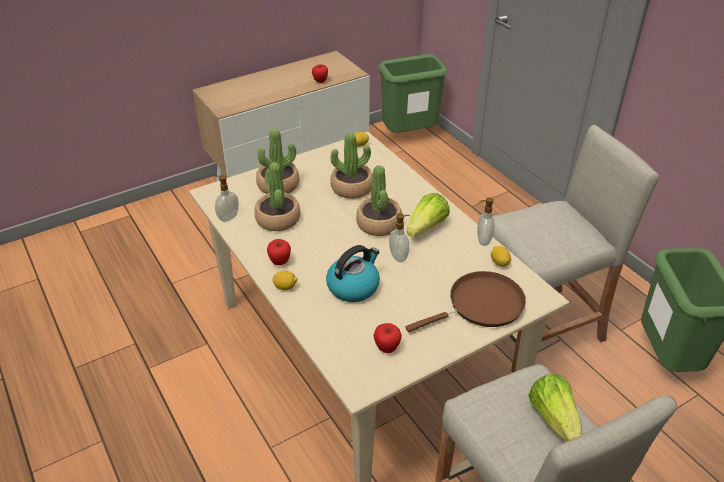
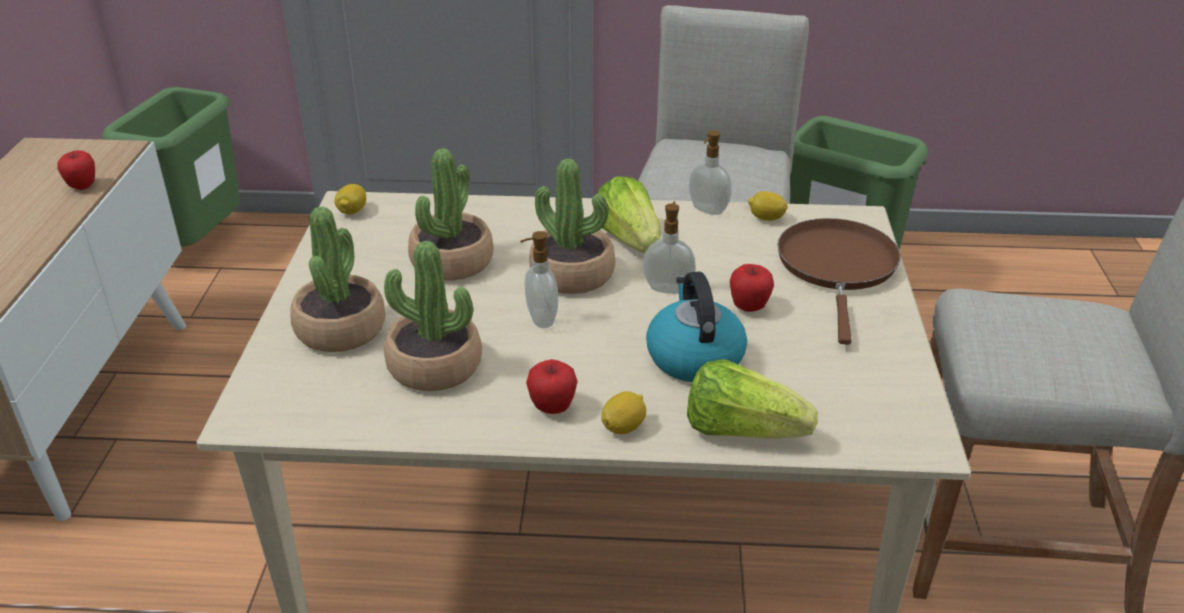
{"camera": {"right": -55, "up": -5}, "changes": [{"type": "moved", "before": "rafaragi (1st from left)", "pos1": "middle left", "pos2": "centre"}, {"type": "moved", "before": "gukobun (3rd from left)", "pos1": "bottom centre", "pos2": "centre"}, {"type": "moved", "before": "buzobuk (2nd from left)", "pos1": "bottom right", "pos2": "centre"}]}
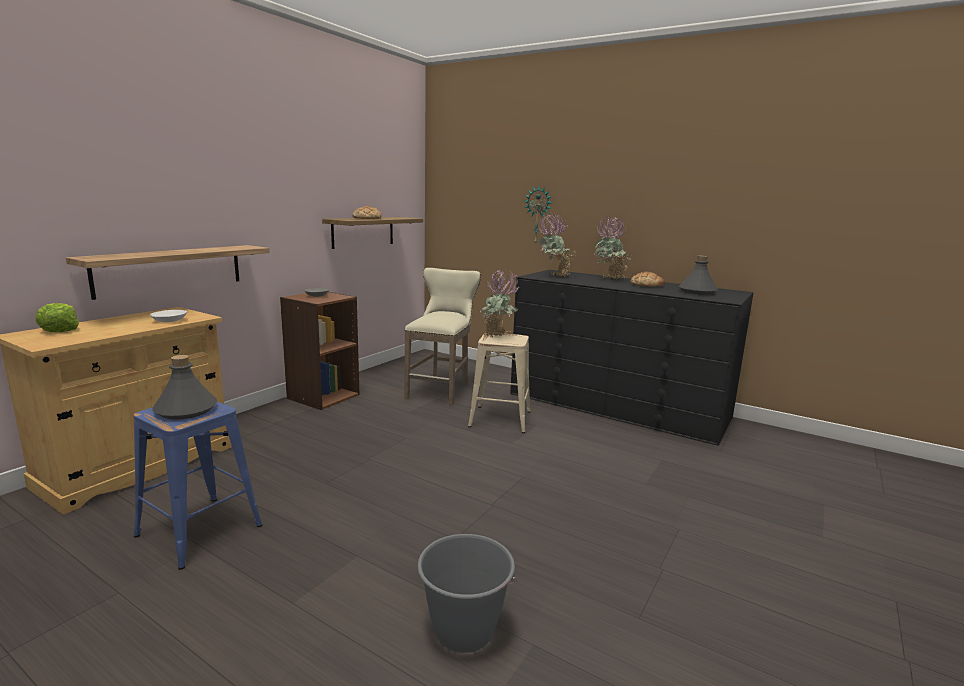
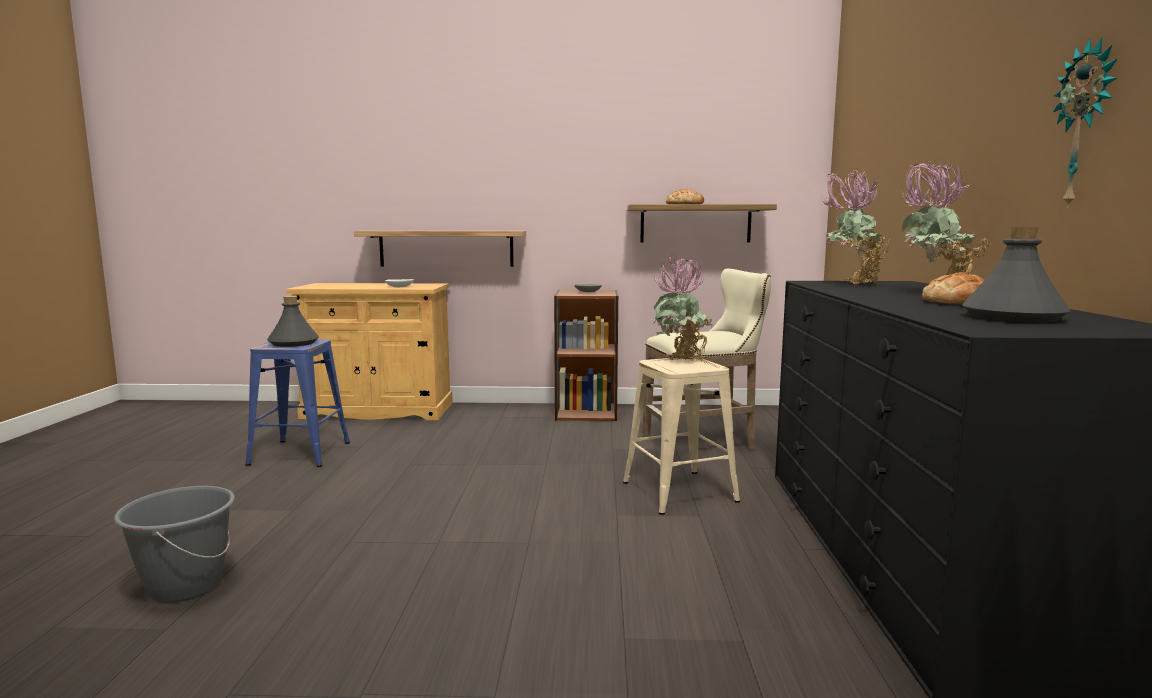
{"camera": {"right": 60, "up": -5}, "changes": [{"type": "removed", "before": "buzobuk", "pos1": "middle left"}, {"type": "moved", "before": "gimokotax", "pos1": "top centre", "pos2": "top right"}]}
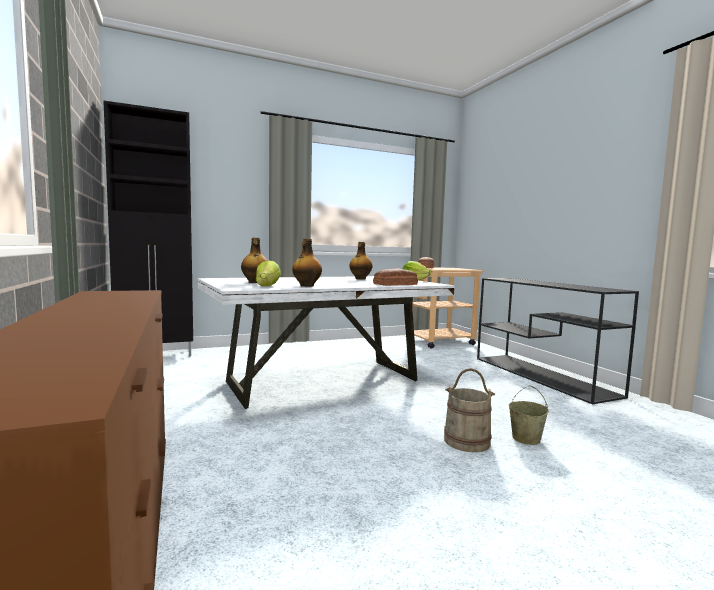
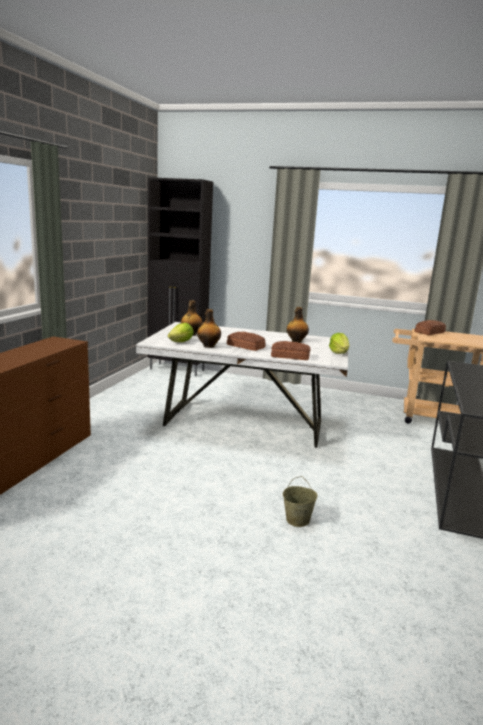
{"camera": {"right": 40, "up": 10}, "changes": [{"type": "removed", "before": "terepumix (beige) (1st from left)", "pos1": "bottom centre"}, {"type": "added", "after": "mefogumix (1st from left)", "pos2": "centre"}]}
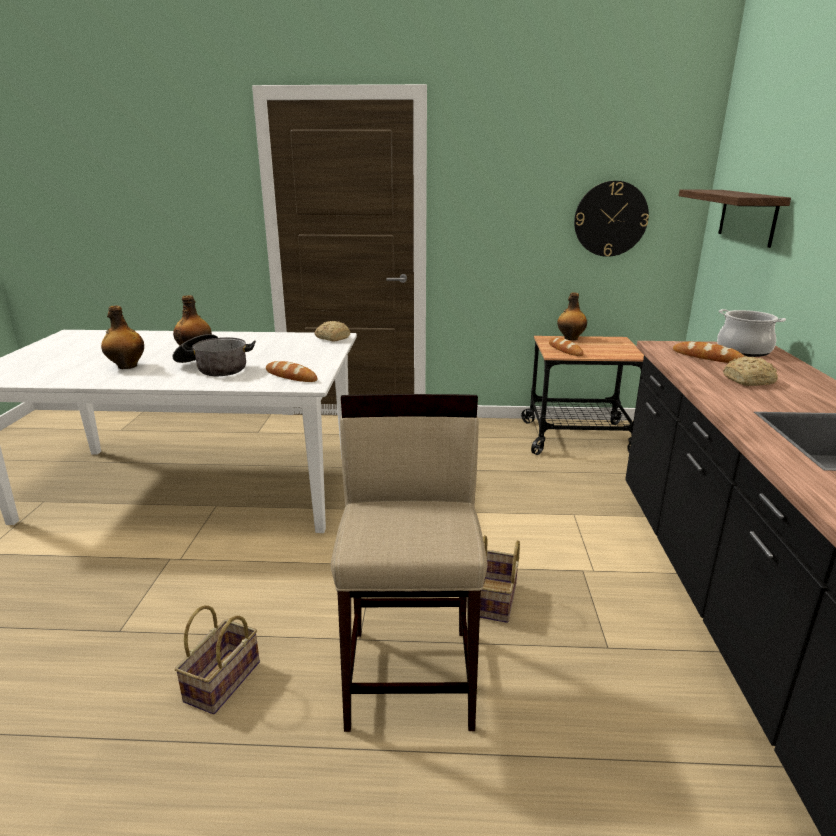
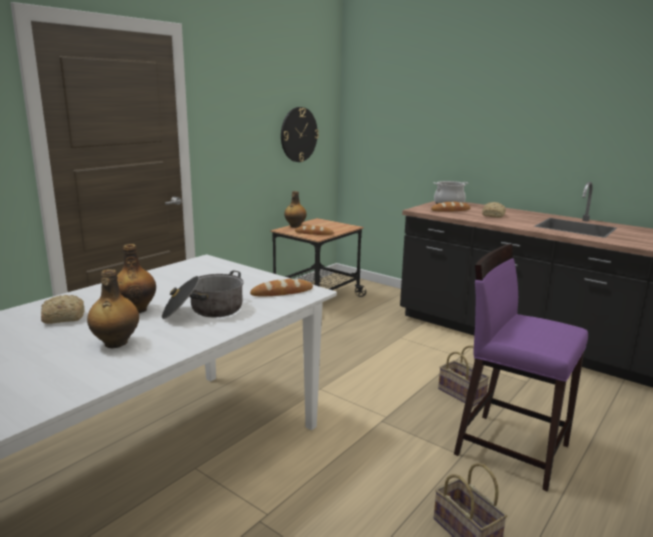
{"camera": {"right": -55, "up": -5}, "changes": [{"type": "removed", "before": "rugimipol", "pos1": "top right"}, {"type": "moved", "before": "mefogumix (2nd from left in the first image)", "after": "mefogumix (1st from left)", "pos1": "centre", "pos2": "middle left"}, {"type": "recoloured", "before": "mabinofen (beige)", "after": "mabinofen (purple)", "pos1": "bottom centre", "pos2": "bottom right"}]}
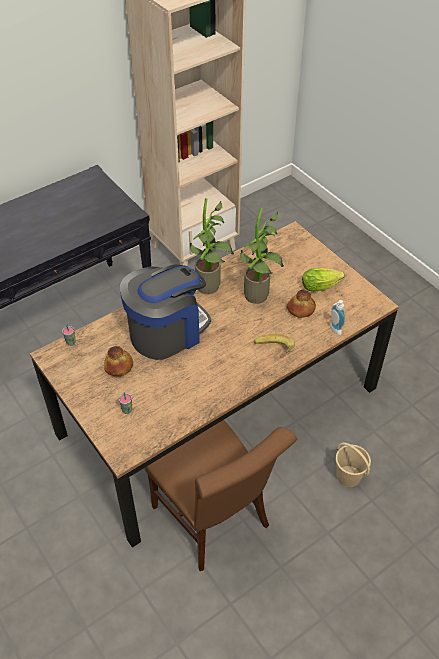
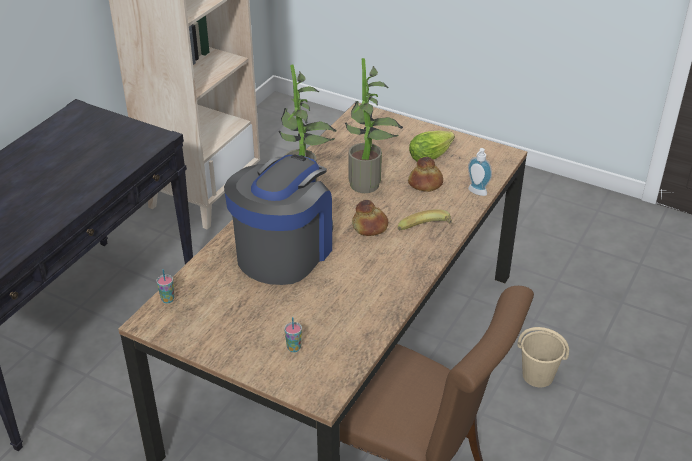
{"camera": {"right": -25, "up": -10}, "changes": [{"type": "moved", "before": "mefogumix (1st from left)", "pos1": "middle left", "pos2": "centre"}]}
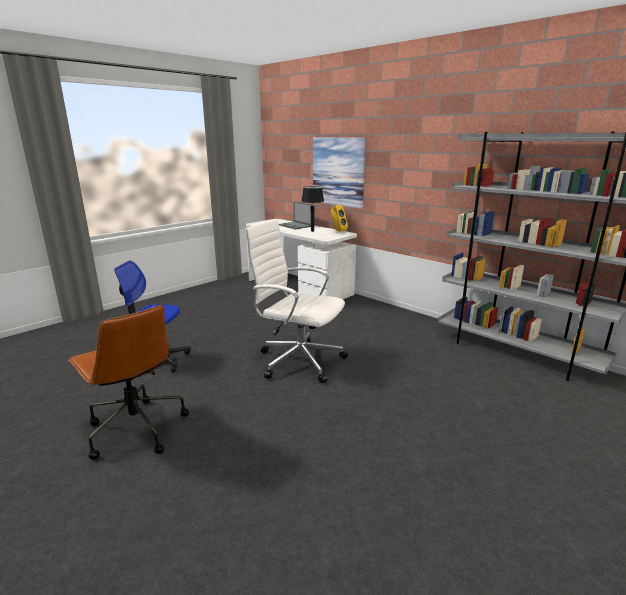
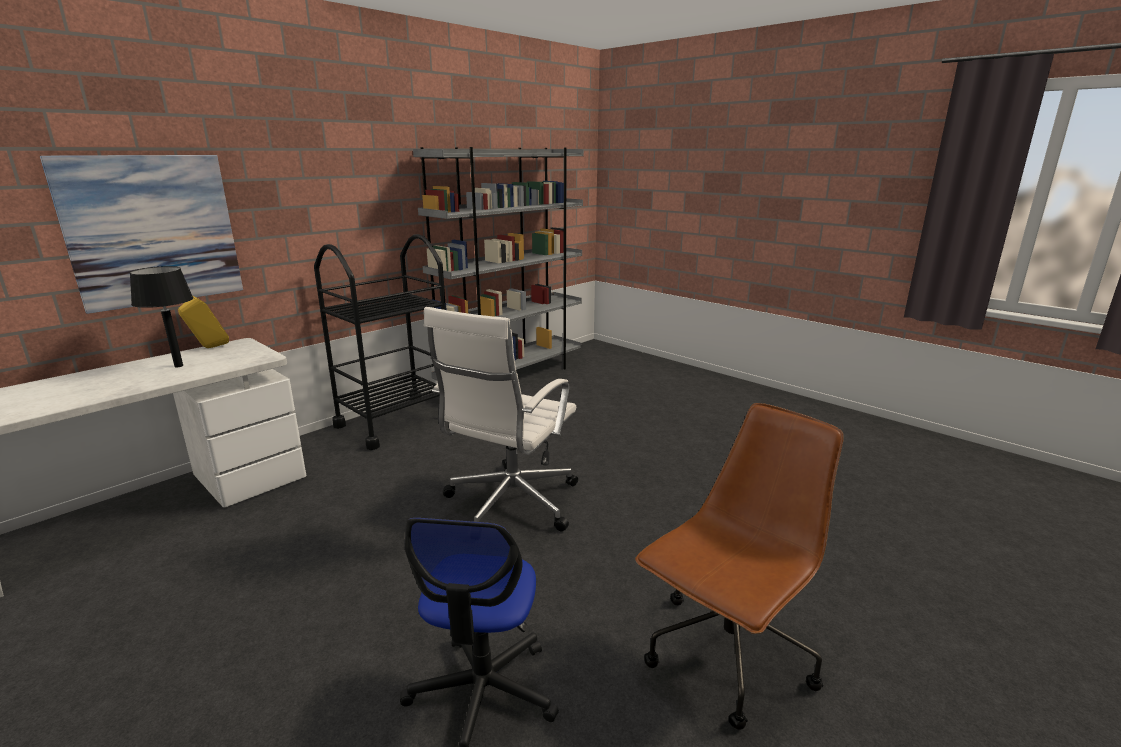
{"camera": {"right": -90, "up": 0}, "changes": [{"type": "removed", "before": "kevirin", "pos1": "centre"}, {"type": "added", "after": "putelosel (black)", "pos2": "centre"}]}
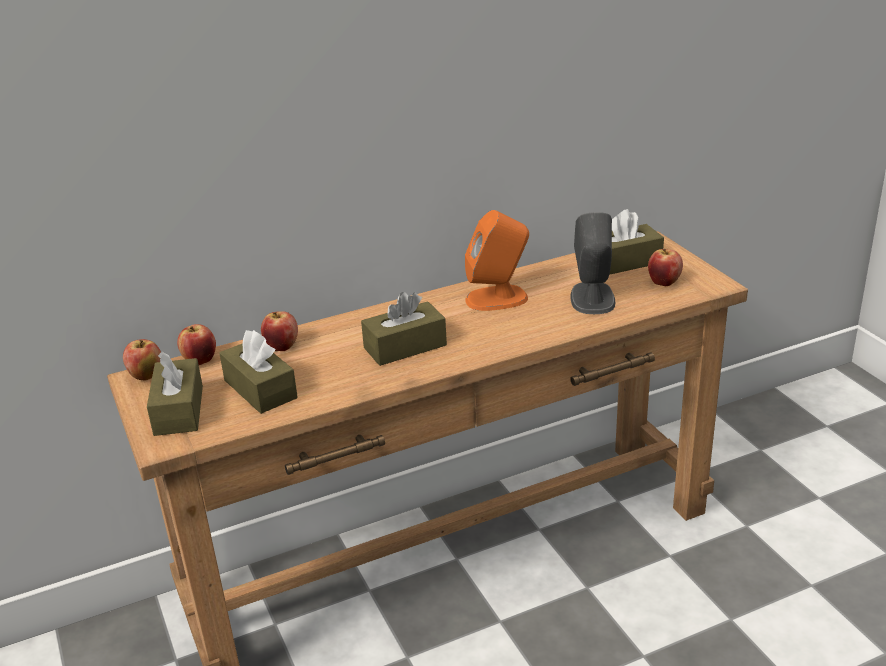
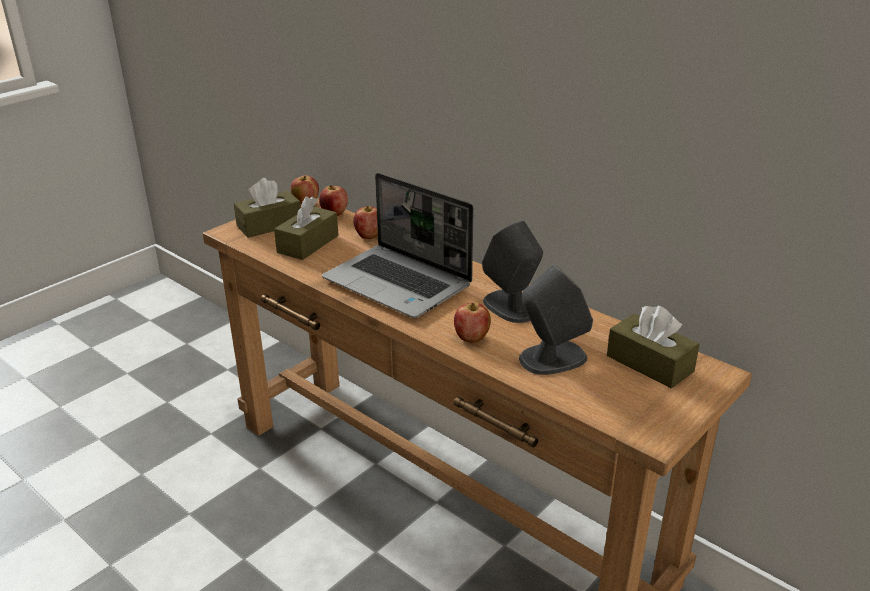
{"camera": {"right": 65, "up": 0}, "changes": [{"type": "moved", "before": "gukobun (4th from left)", "pos1": "middle right", "pos2": "centre"}, {"type": "replaced", "before": "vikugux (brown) (3rd from left)", "after": "kevirin", "pos1": "centre", "pos2": "centre"}, {"type": "recoloured", "before": "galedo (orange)", "after": "galedo (grey) (1st from left)", "pos1": "centre", "pos2": "centre"}]}
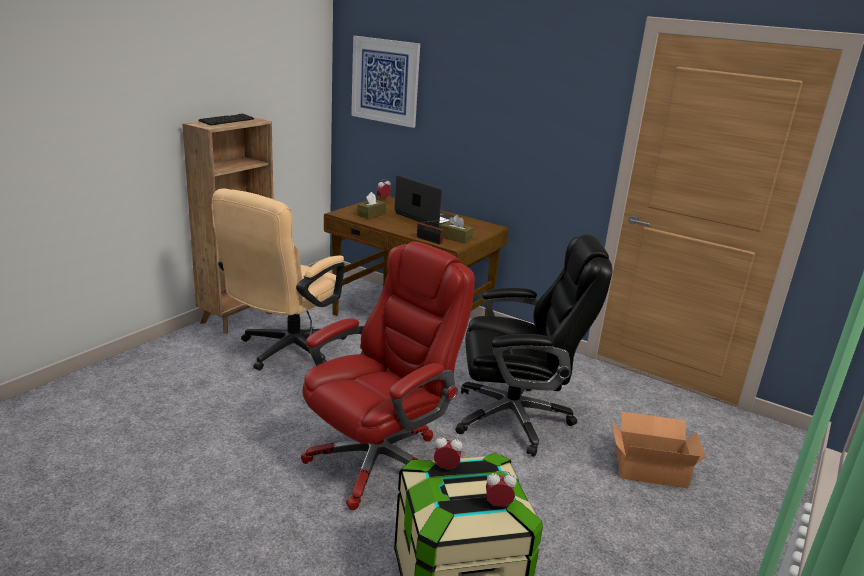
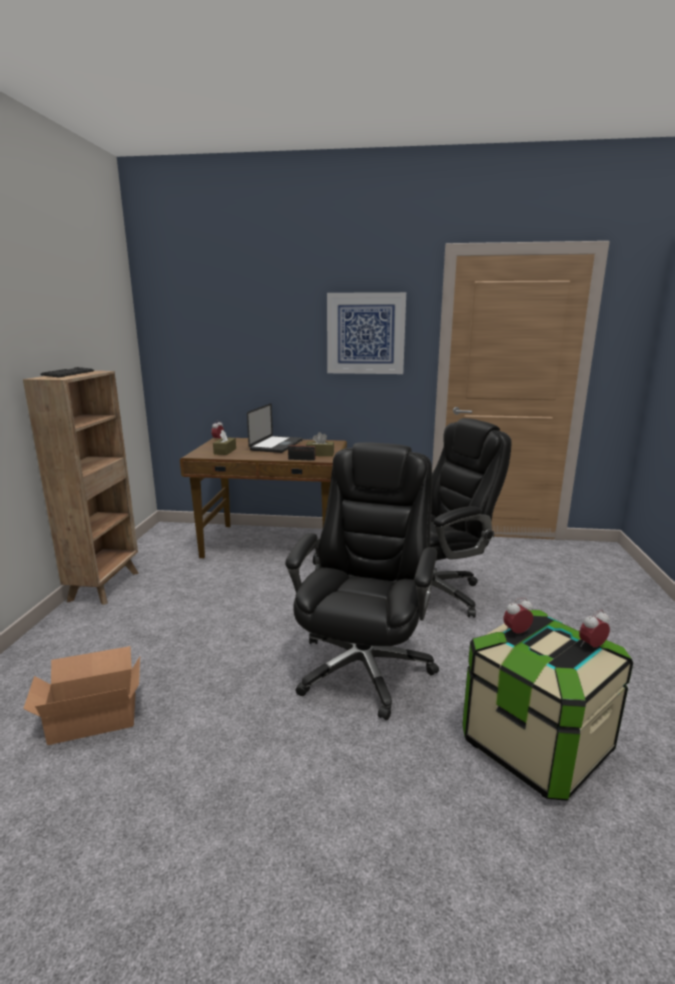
{"camera": {"right": -25, "up": -5}, "changes": [{"type": "removed", "before": "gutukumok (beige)", "pos1": "middle left"}, {"type": "moved", "before": "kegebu", "pos1": "top centre", "pos2": "centre"}, {"type": "moved", "before": "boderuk", "pos1": "bottom right", "pos2": "bottom left"}, {"type": "recoloured", "before": "gutukumok (red)", "after": "gutukumok (black) (1st from left)", "pos1": "centre", "pos2": "centre"}, {"type": "turned", "before": "kevirin", "pos1": "centre", "pos2": "centre", "turn": 90}]}
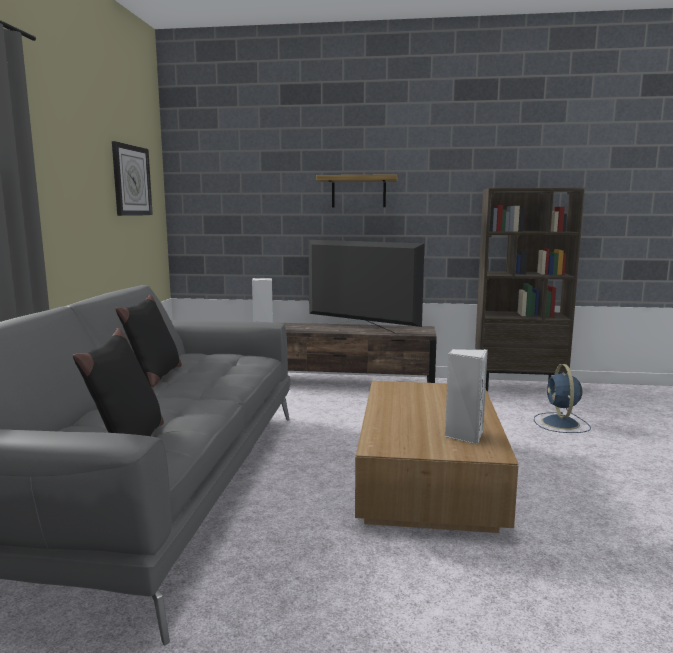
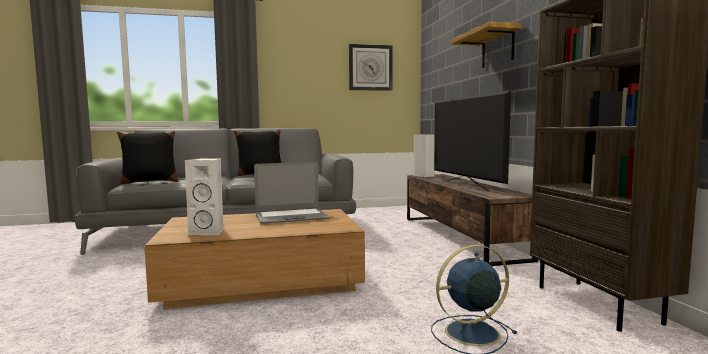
{"camera": {"right": 70, "up": -5}, "changes": [{"type": "added", "after": "kevirin", "pos2": "centre"}, {"type": "turned", "before": "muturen", "pos1": "centre", "pos2": "middle right", "turn": 150}]}
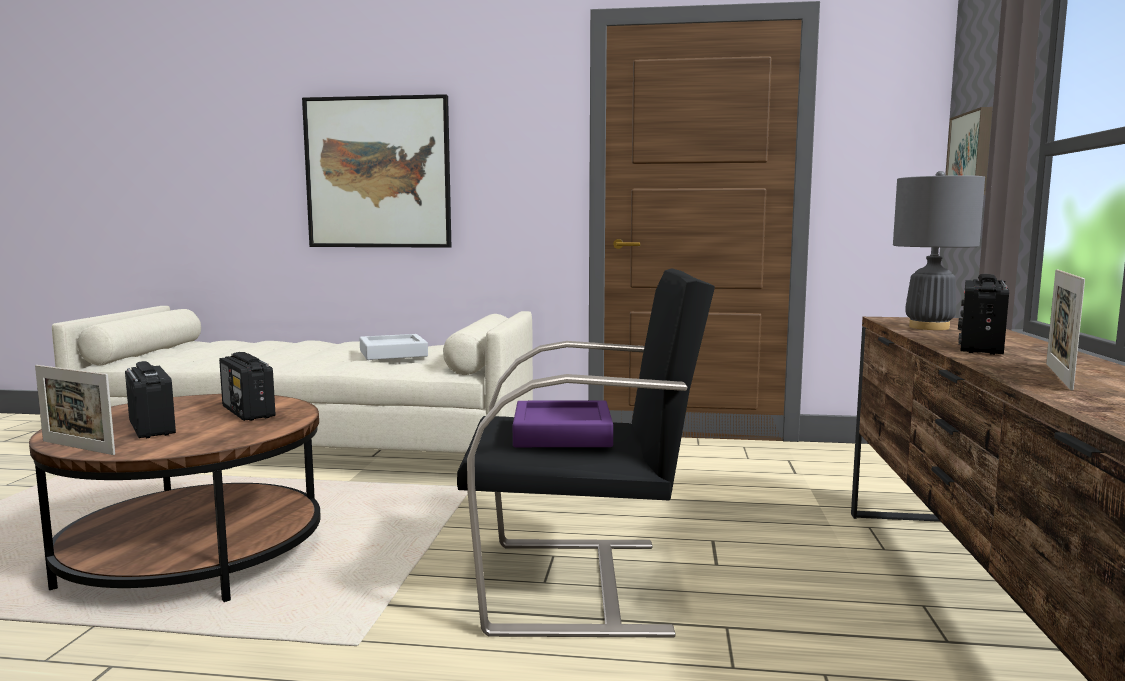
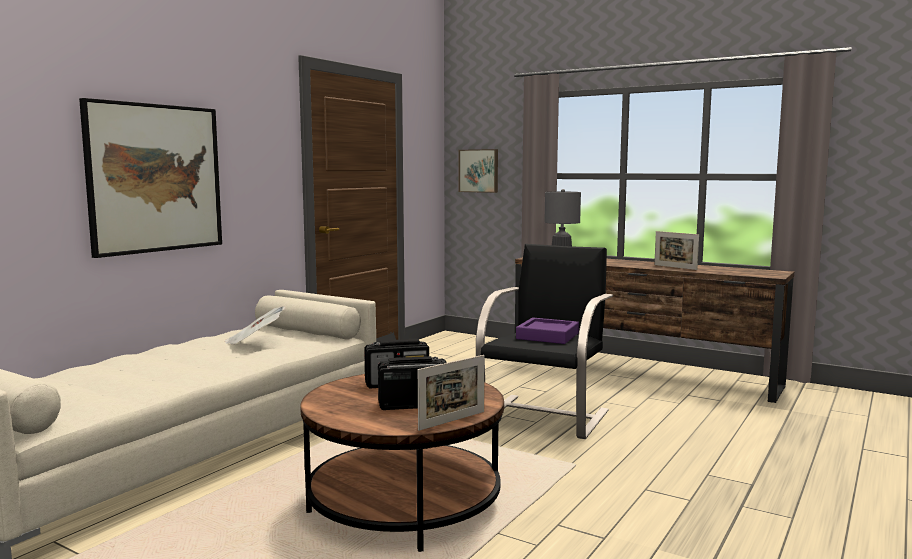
{"camera": {"right": -65, "up": 0}, "changes": [{"type": "removed", "before": "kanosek (3rd from left)", "pos1": "middle right"}, {"type": "replaced", "before": "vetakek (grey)", "after": "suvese", "pos1": "centre", "pos2": "middle left"}]}
